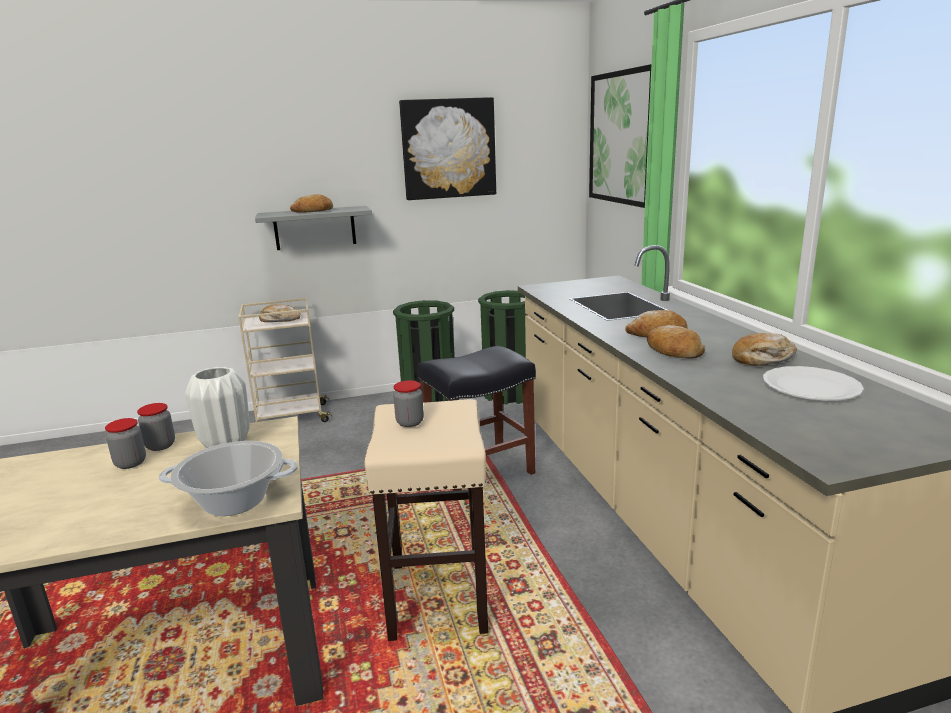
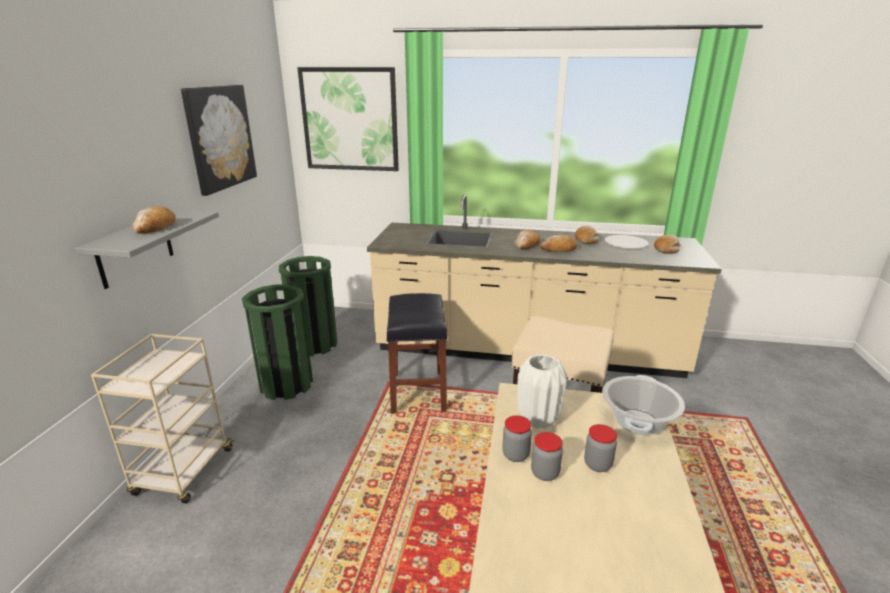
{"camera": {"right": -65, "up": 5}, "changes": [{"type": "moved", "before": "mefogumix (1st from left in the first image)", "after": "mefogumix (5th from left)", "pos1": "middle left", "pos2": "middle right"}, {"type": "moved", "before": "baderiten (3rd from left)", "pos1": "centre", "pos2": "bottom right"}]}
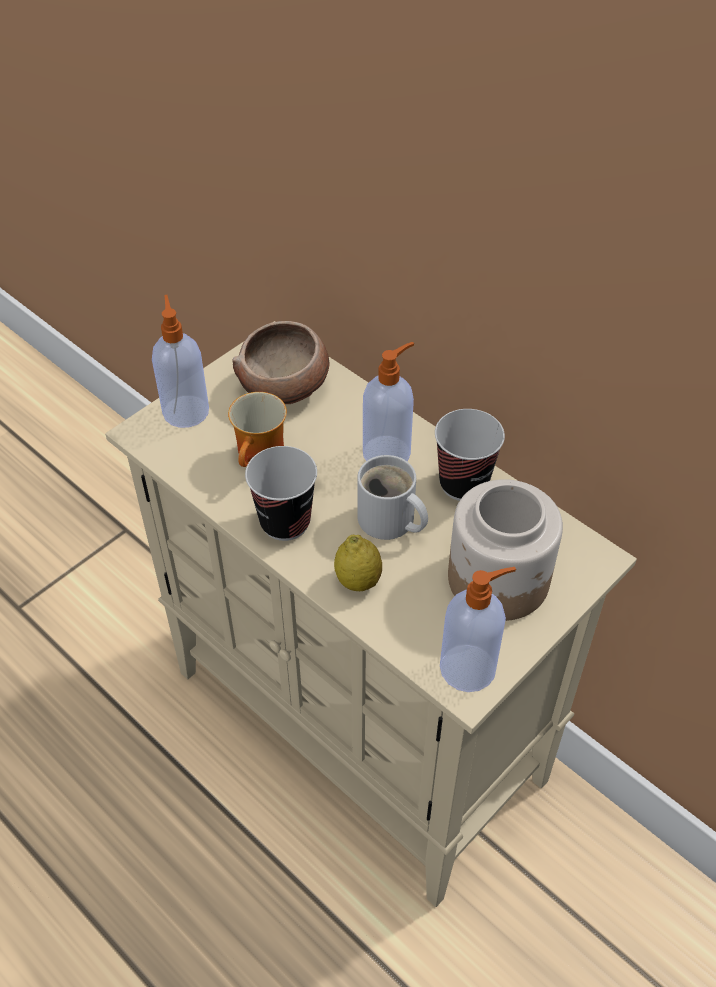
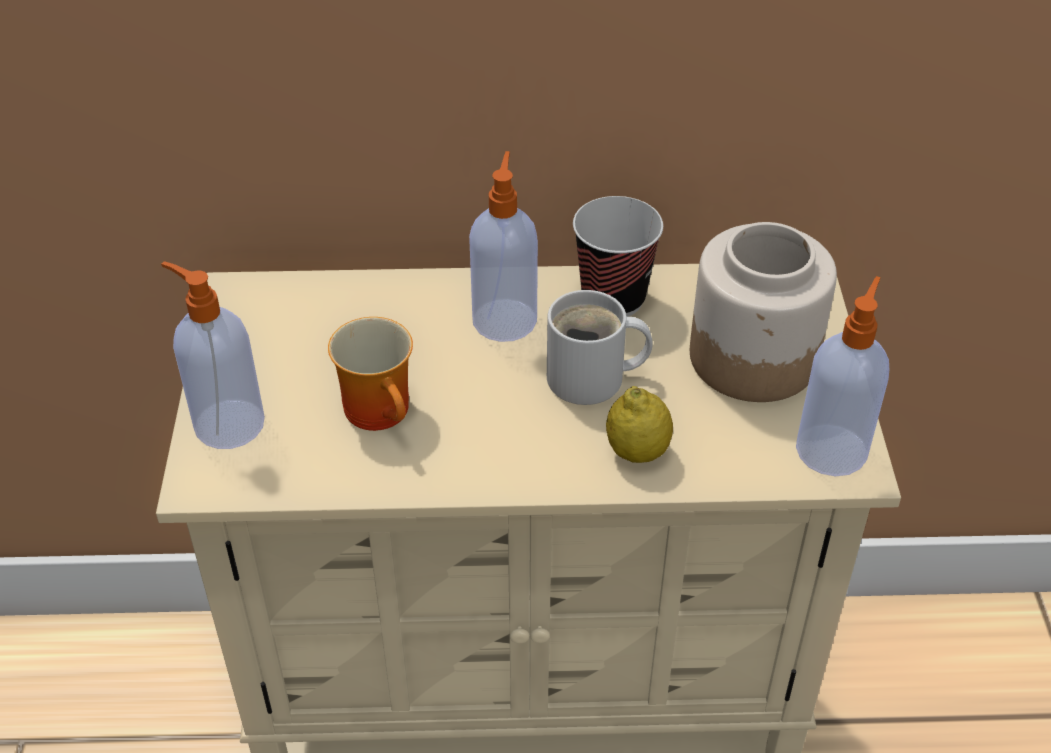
{"camera": {"right": -45, "up": -5}, "changes": [{"type": "removed", "before": "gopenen", "pos1": "centre"}, {"type": "removed", "before": "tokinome (1st from left)", "pos1": "centre"}]}
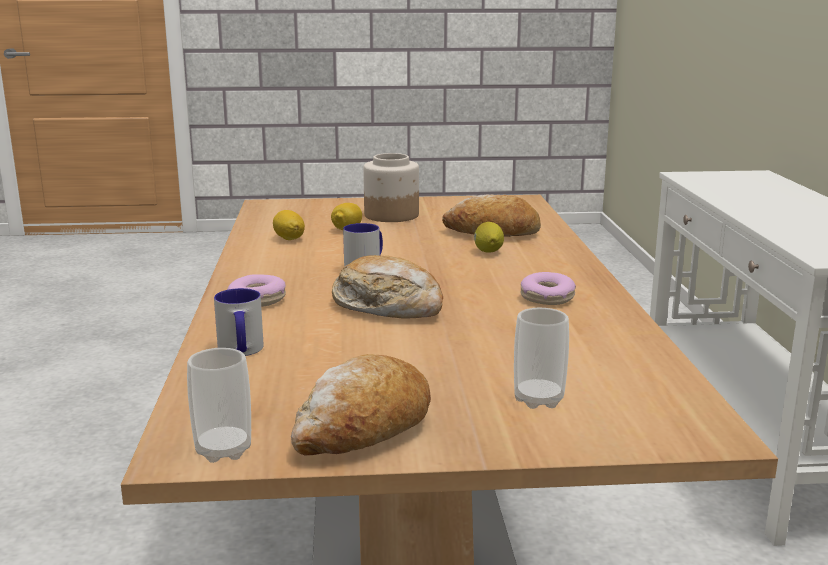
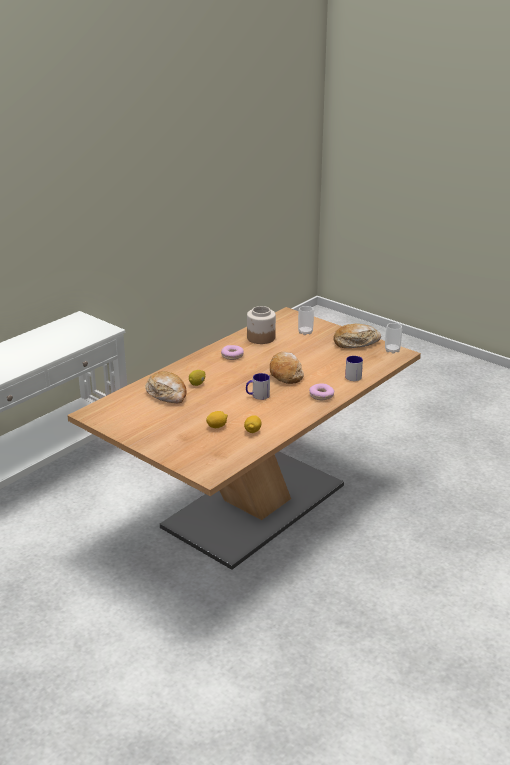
{"camera": {"right": -135, "up": 10}, "changes": [{"type": "moved", "before": "baderiten", "pos1": "top centre", "pos2": "centre"}]}
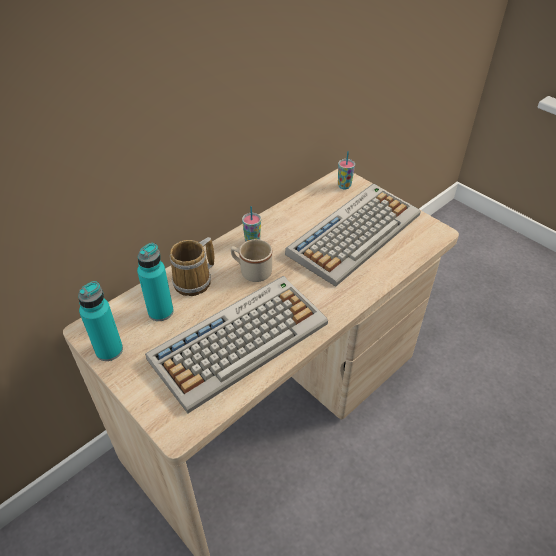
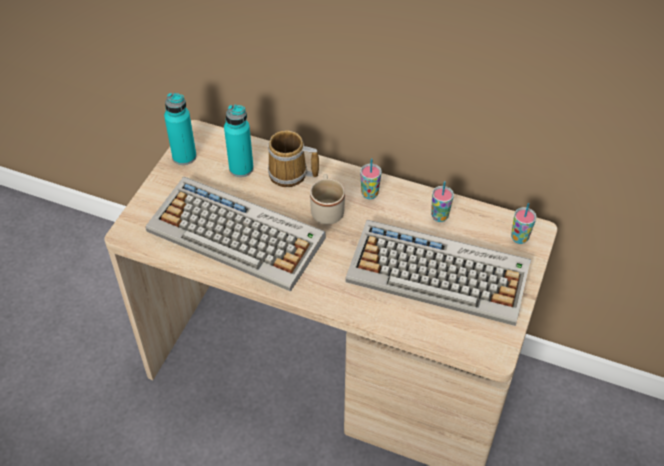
{"camera": {"right": 65, "up": 5}, "changes": [{"type": "added", "after": "tokinome (2nd from left)", "pos2": "centre"}]}
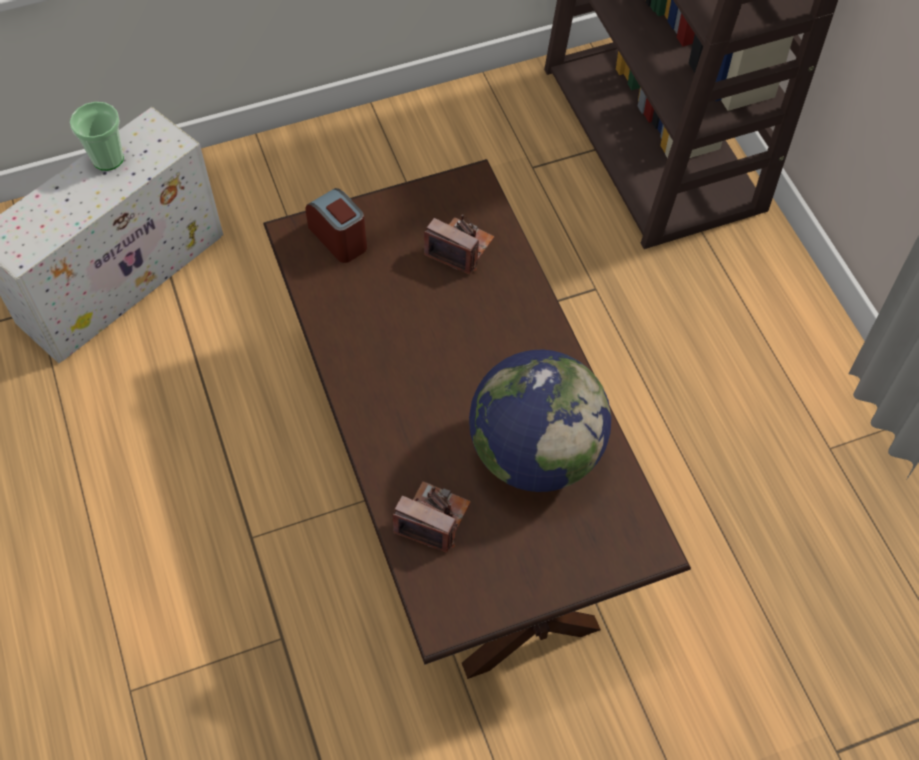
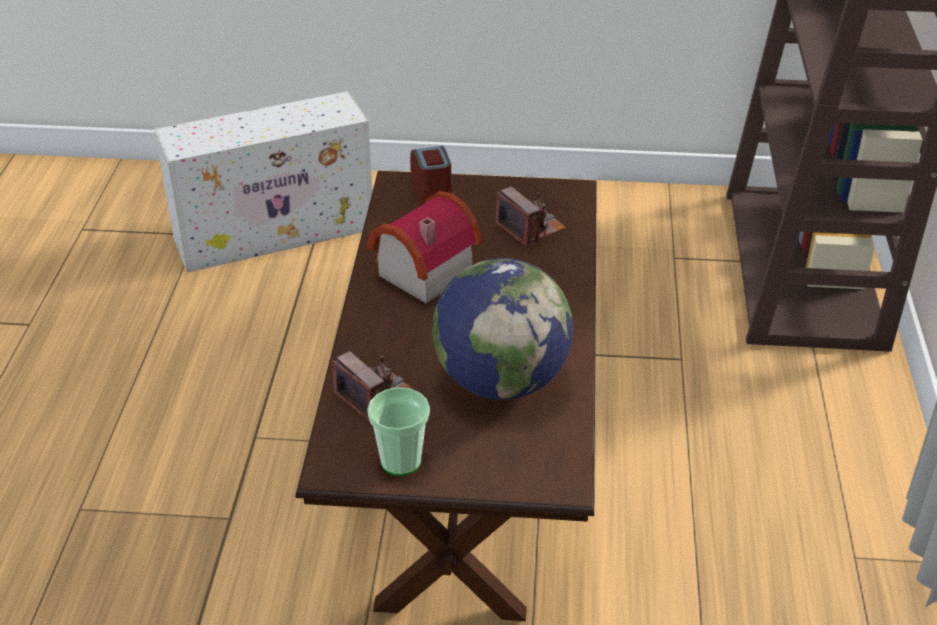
{"camera": {"right": 25, "up": -20}, "changes": [{"type": "added", "after": "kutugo", "pos2": "centre"}, {"type": "moved", "before": "tokinome", "pos1": "top left", "pos2": "bottom centre"}]}
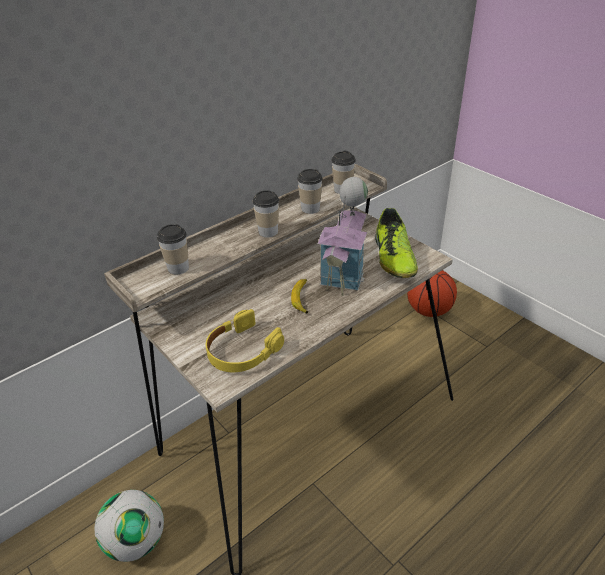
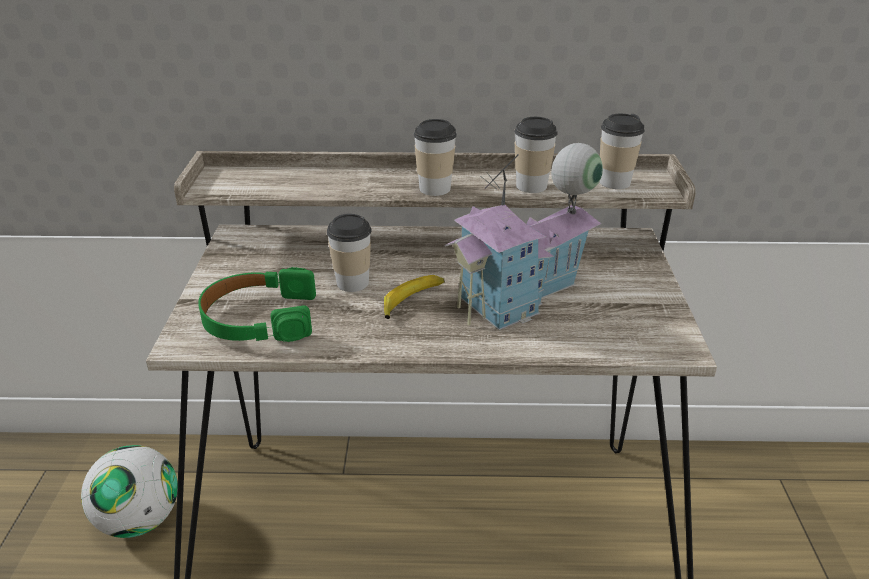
{"camera": {"right": 40, "up": -5}, "changes": [{"type": "removed", "before": "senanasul", "pos1": "centre"}, {"type": "removed", "before": "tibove", "pos1": "middle right"}, {"type": "moved", "before": "tokinome (1st from left)", "pos1": "middle left", "pos2": "centre"}, {"type": "recoloured", "before": "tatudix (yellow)", "after": "tatudix (green)", "pos1": "centre", "pos2": "middle left"}]}
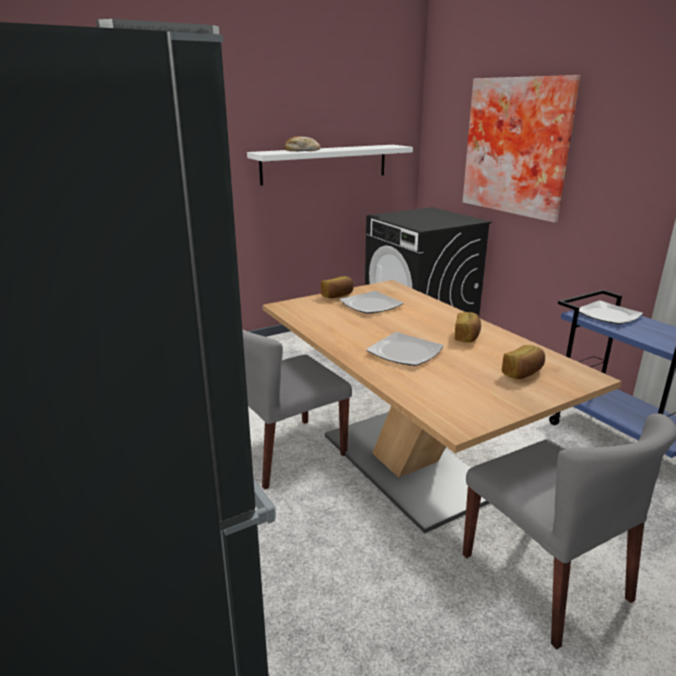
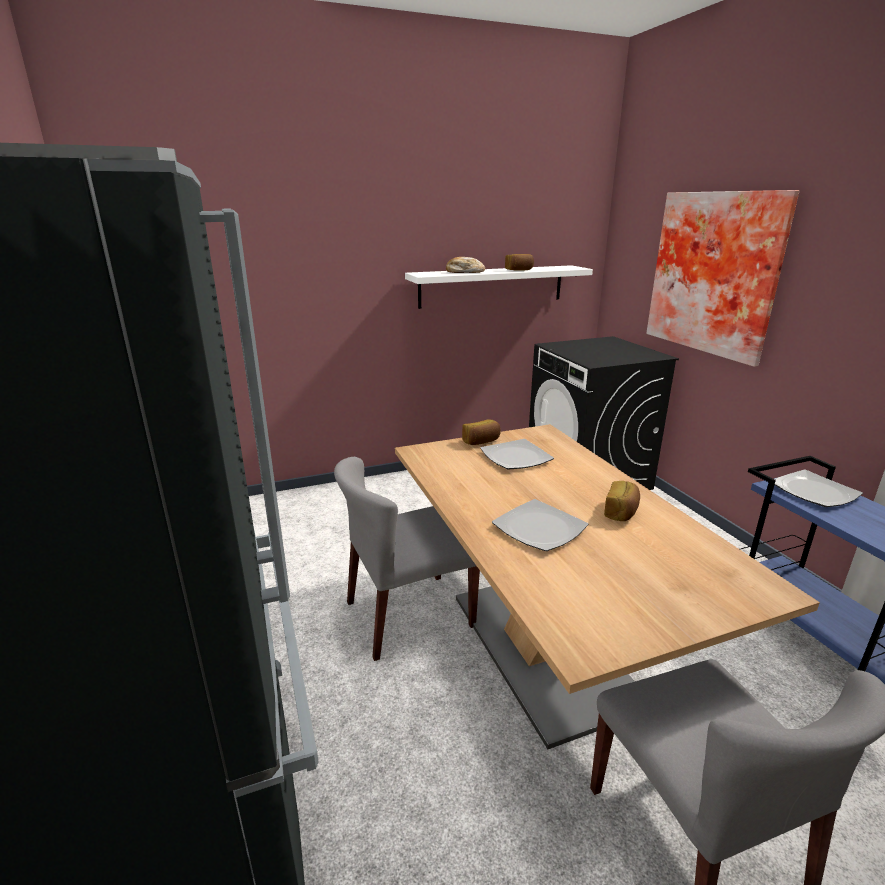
{"camera": {"right": 10, "up": 0}, "changes": [{"type": "moved", "before": "mefogumix (4th from left in the first image)", "after": "mefogumix (3rd from left)", "pos1": "middle right", "pos2": "top centre"}]}
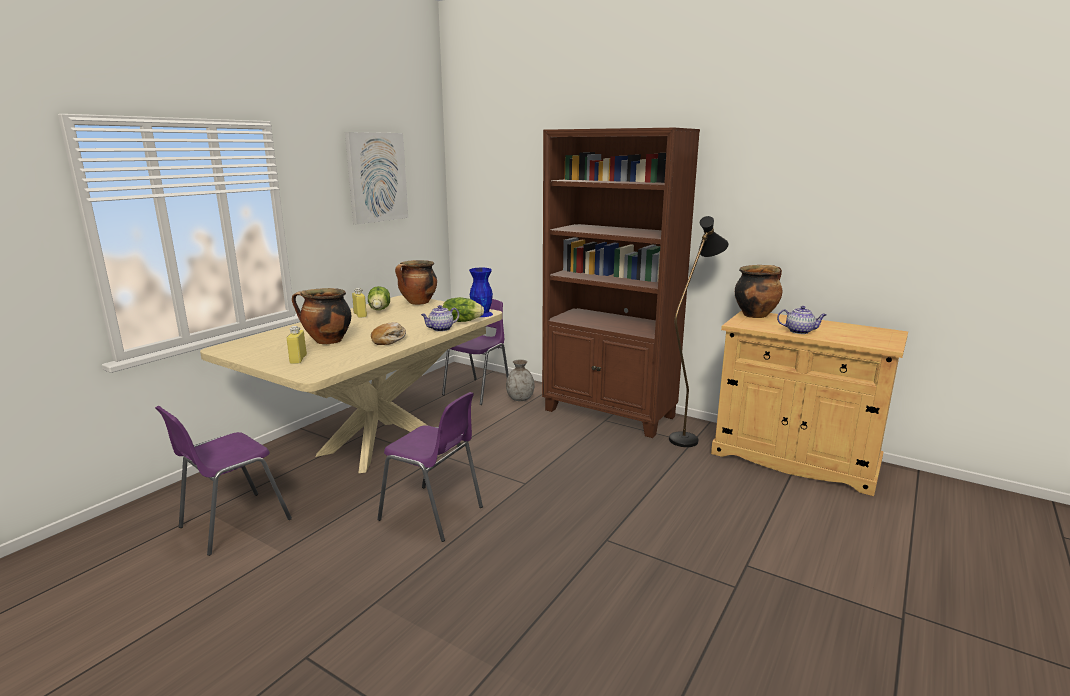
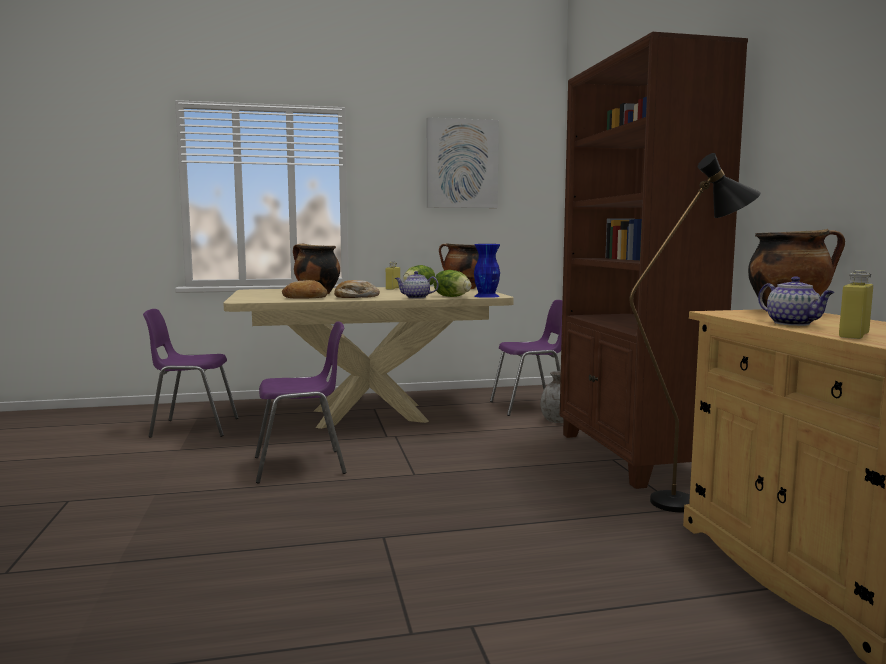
{"camera": {"right": 45, "up": -10}, "changes": [{"type": "added", "after": "mefogumix (1st from left)", "pos2": "centre"}, {"type": "moved", "before": "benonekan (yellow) (1st from left in the first image)", "after": "benonekan (yellow) (2nd from left)", "pos1": "middle left", "pos2": "middle right"}, {"type": "turned", "before": "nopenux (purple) (2nd from left)", "pos1": "bottom centre", "pos2": "centre", "turn": -90}]}
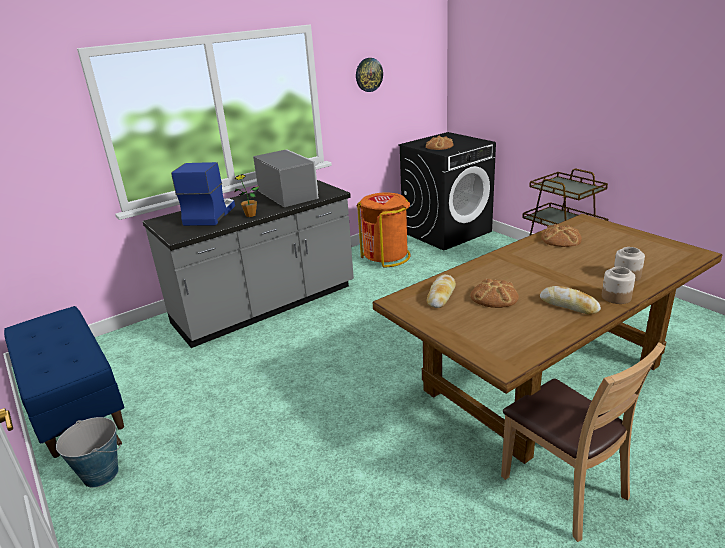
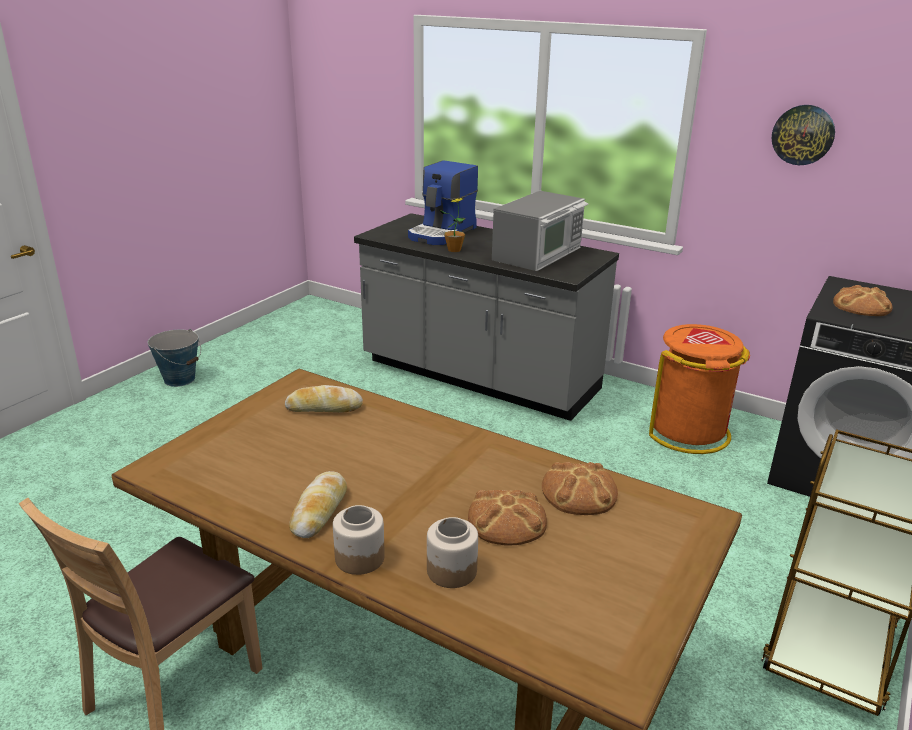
{"camera": {"right": 65, "up": 0}, "changes": [{"type": "removed", "before": "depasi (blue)", "pos1": "bottom left"}, {"type": "moved", "before": "mefogumix (3rd from left)", "pos1": "middle right", "pos2": "bottom centre"}, {"type": "turned", "before": "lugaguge", "pos1": "middle left", "pos2": "top centre", "turn": 135}]}
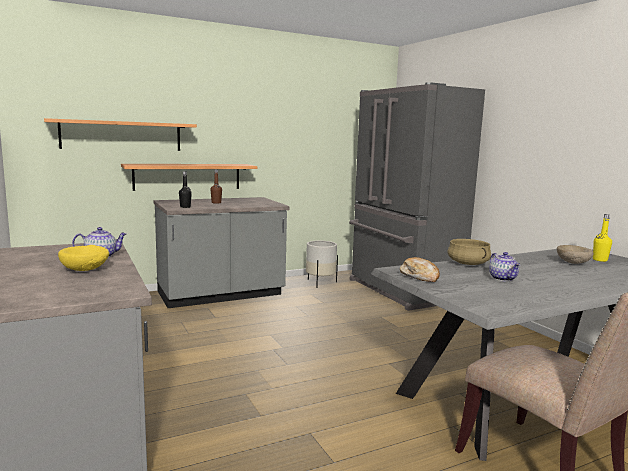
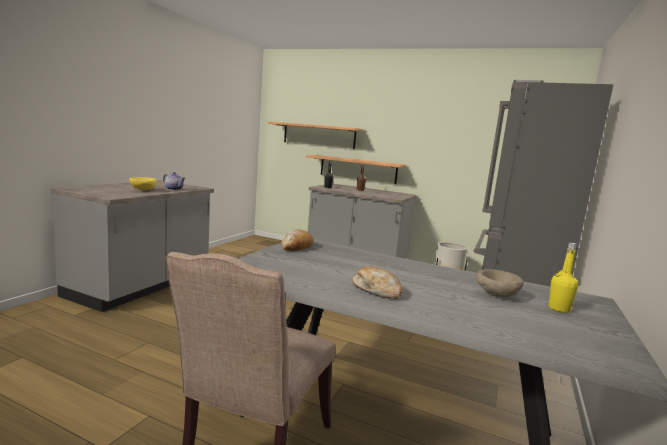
{"camera": {"right": 50, "up": 0}, "changes": [{"type": "removed", "before": "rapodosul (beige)", "pos1": "middle right"}, {"type": "removed", "before": "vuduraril (2nd from left)", "pos1": "middle right"}, {"type": "added", "after": "mefogumix (2nd from left)", "pos2": "centre"}]}
